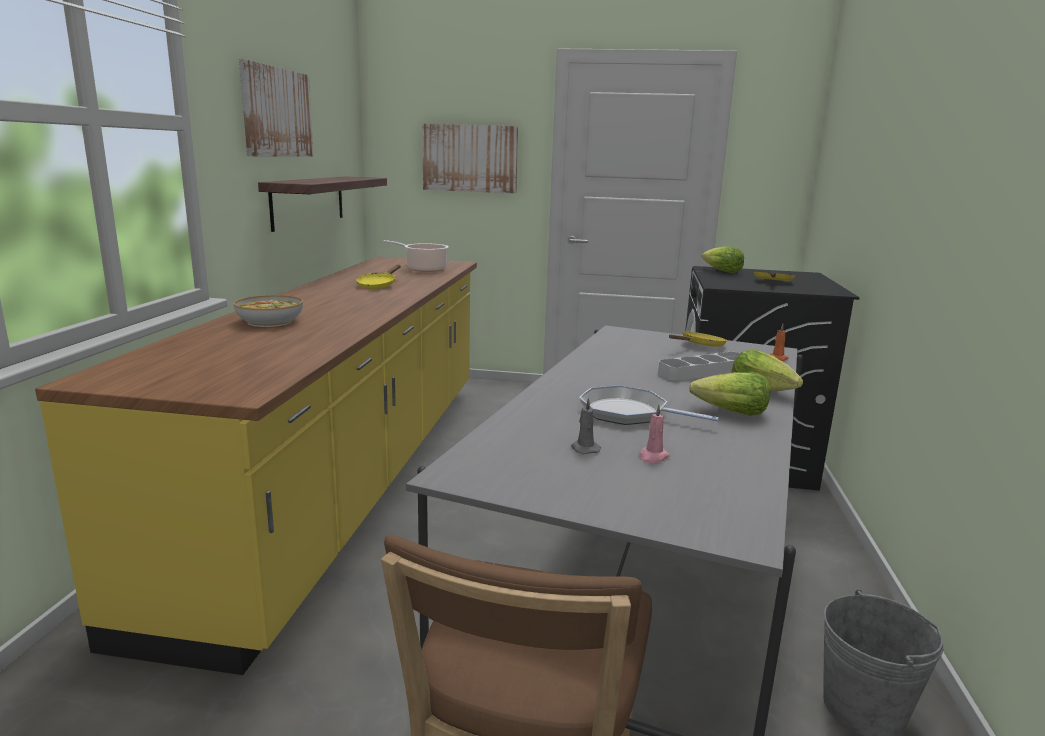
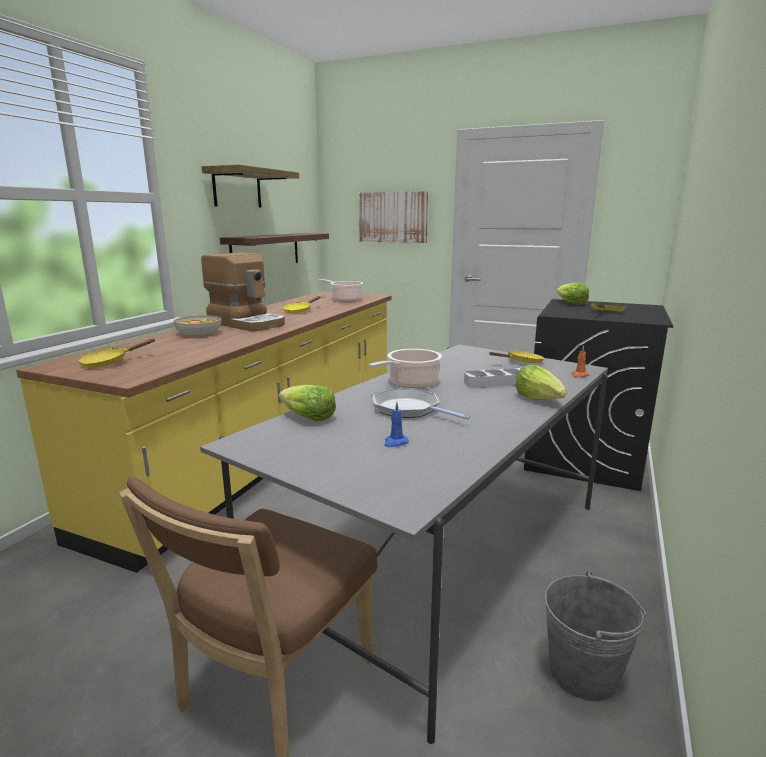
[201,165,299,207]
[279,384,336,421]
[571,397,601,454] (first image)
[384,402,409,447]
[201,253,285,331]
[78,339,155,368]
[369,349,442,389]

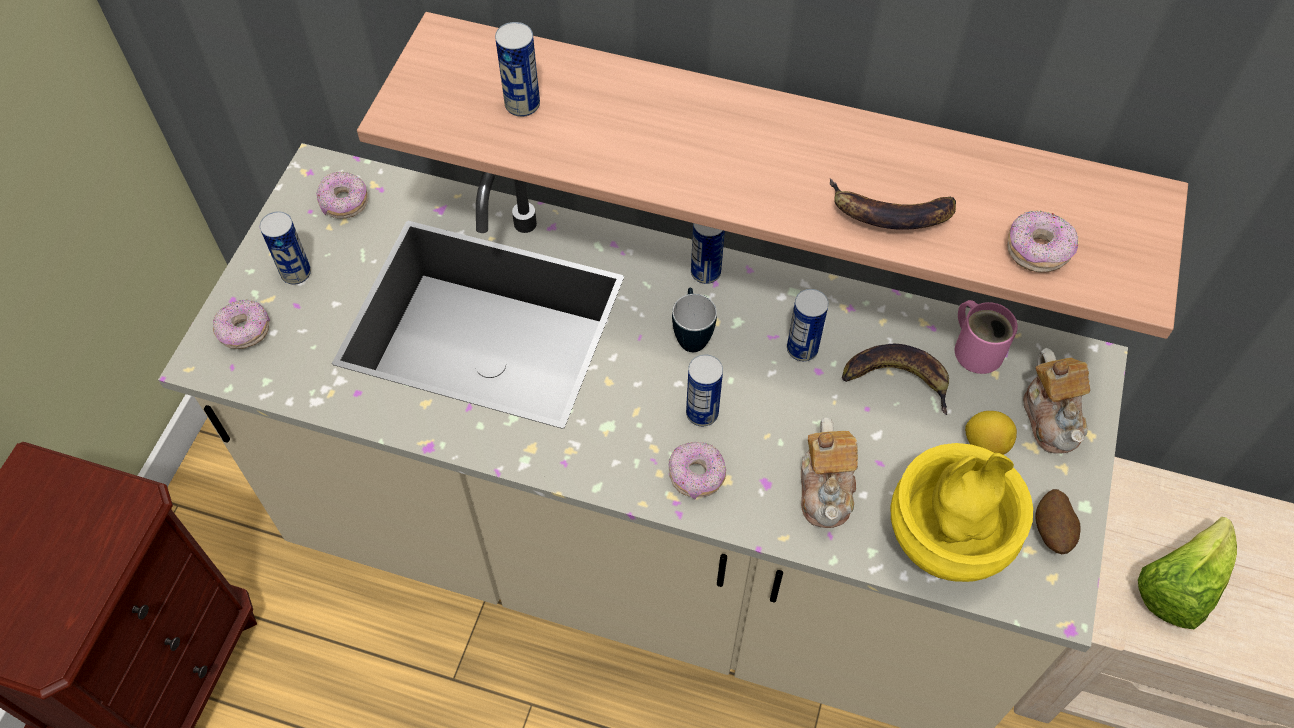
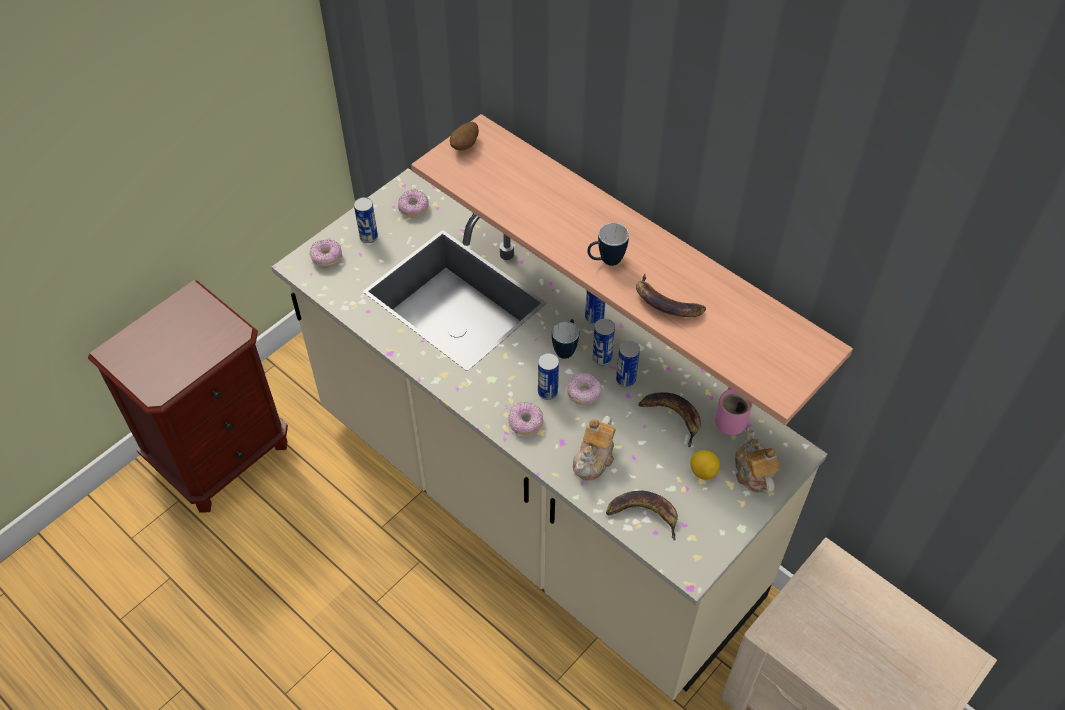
[592,319,615,366]
[567,373,601,405]
[735,426,780,494]
[606,491,678,541]
[450,122,479,150]
[1138,517,1237,629] (first image)
[587,223,629,266]

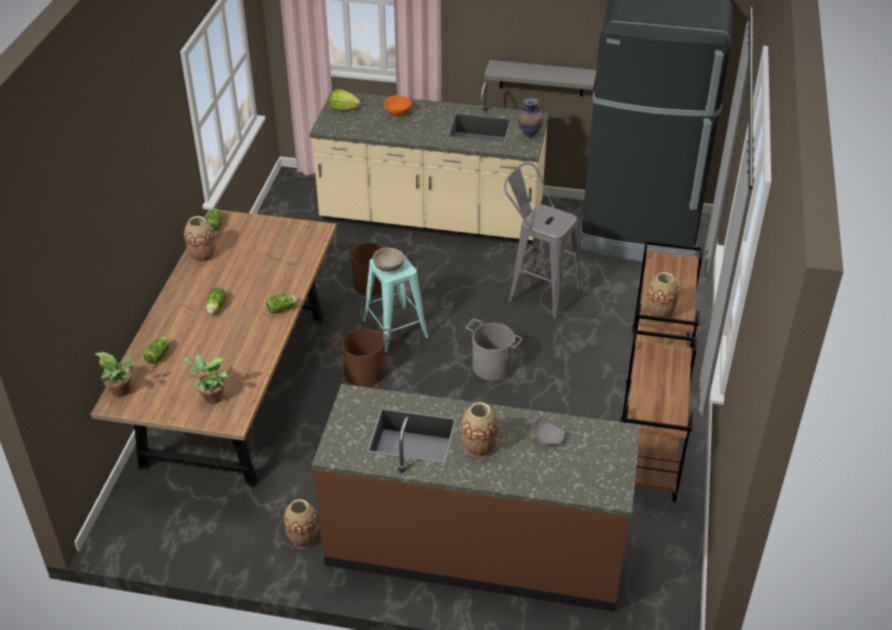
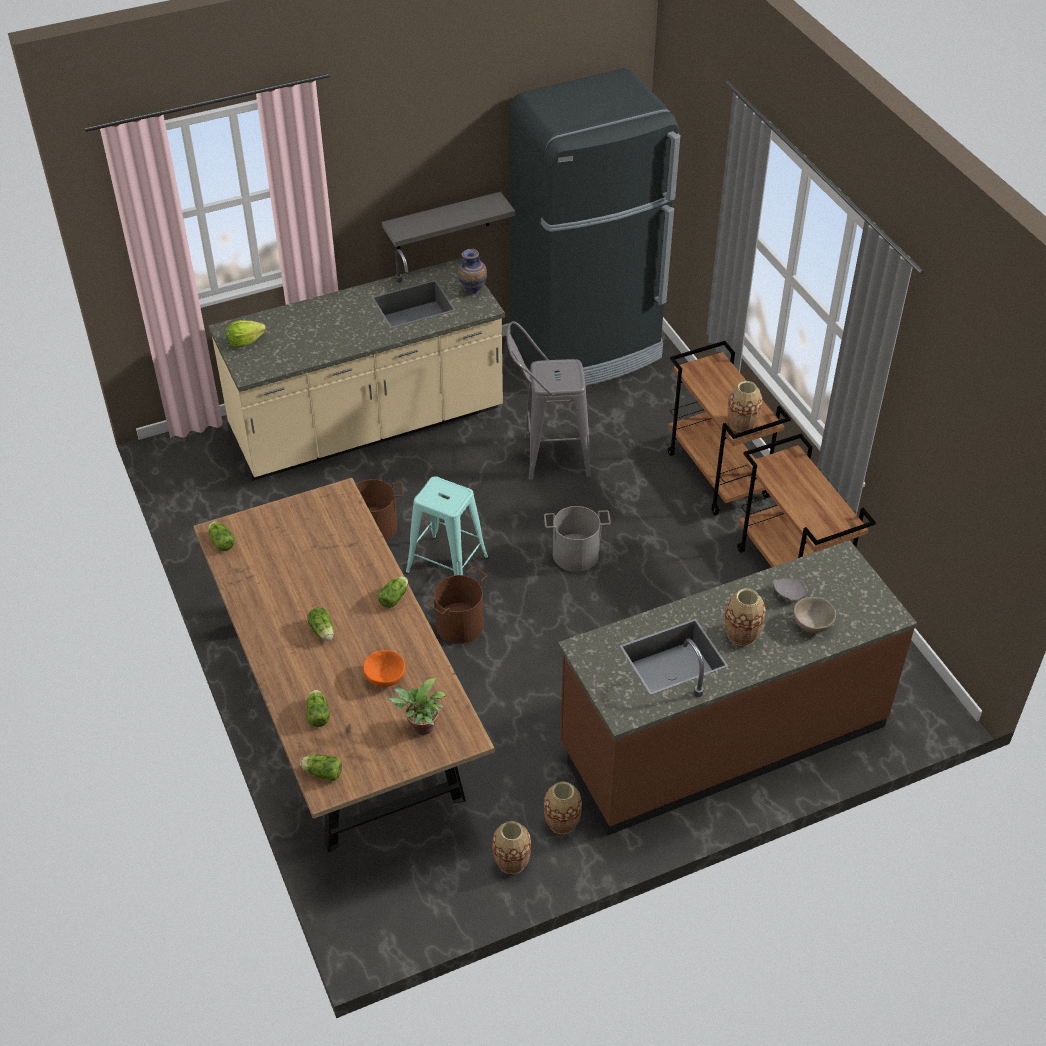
[363,650,405,687]
[492,821,531,874]
[793,597,836,633]
[300,755,342,781]

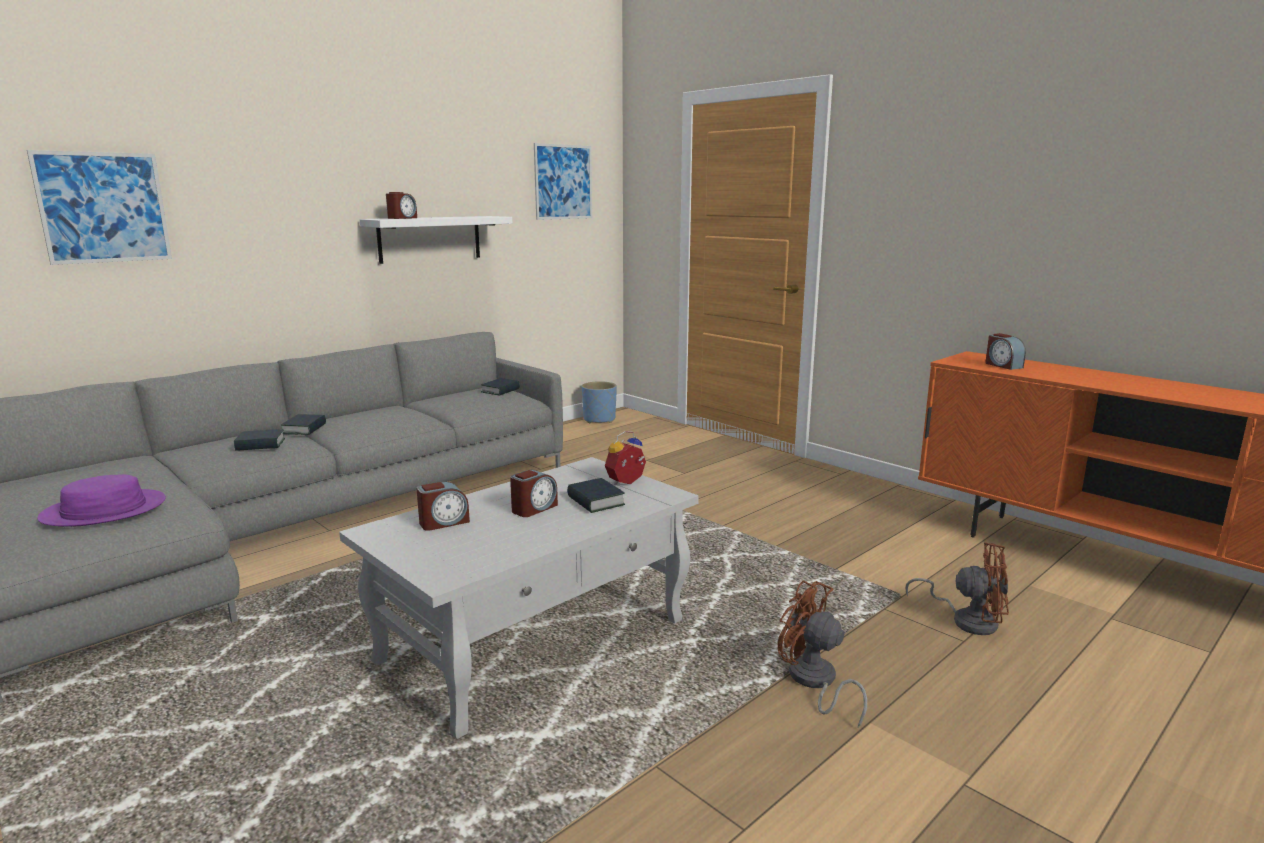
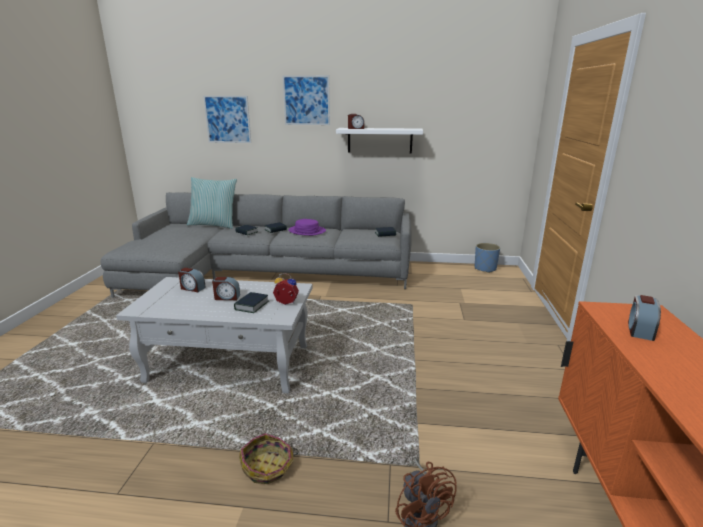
[283,75,330,125]
[288,219,326,236]
[239,433,299,484]
[187,177,237,229]

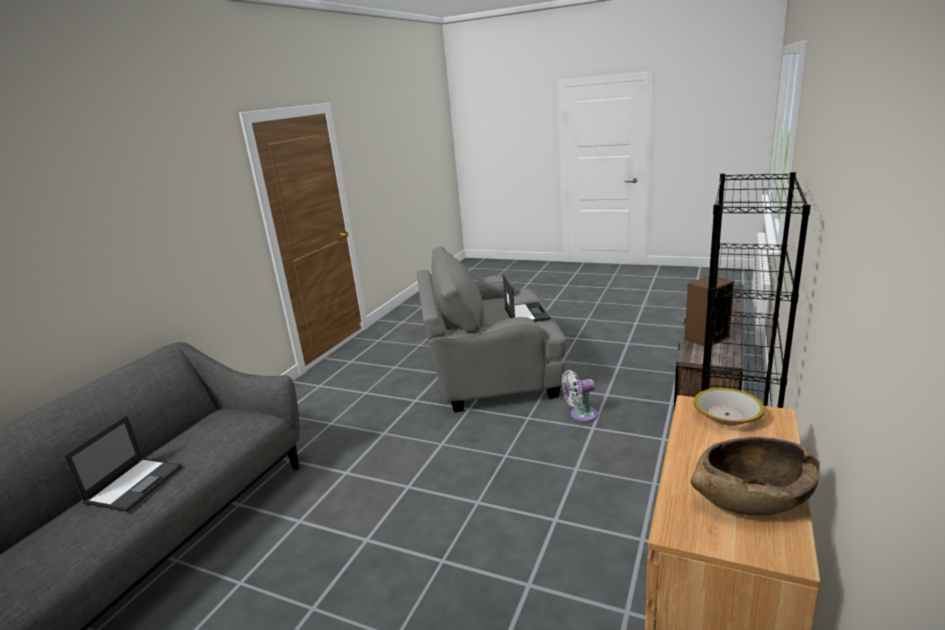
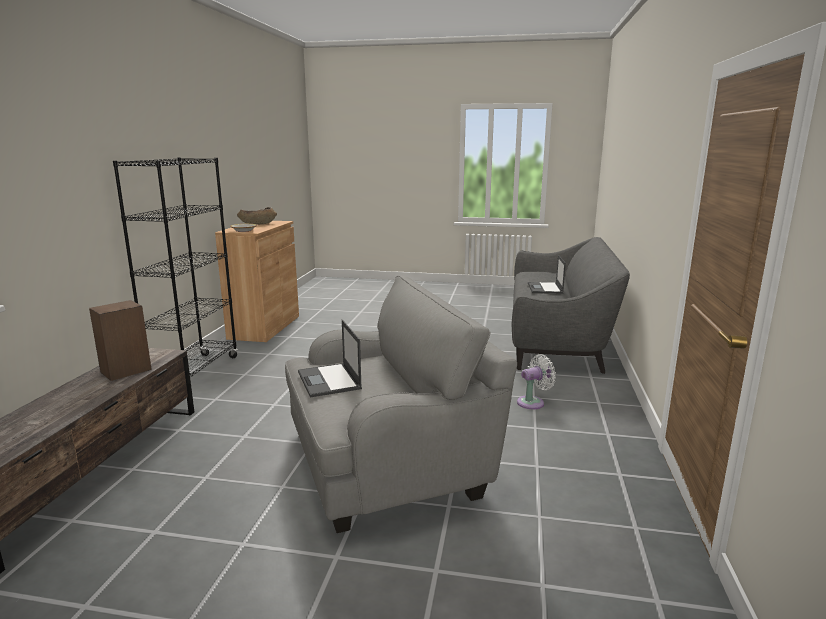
[517,354,556,409]

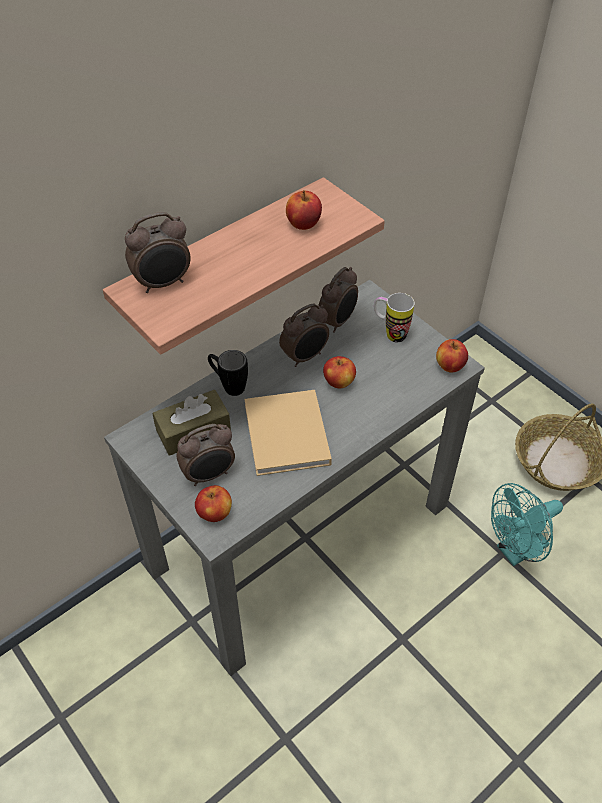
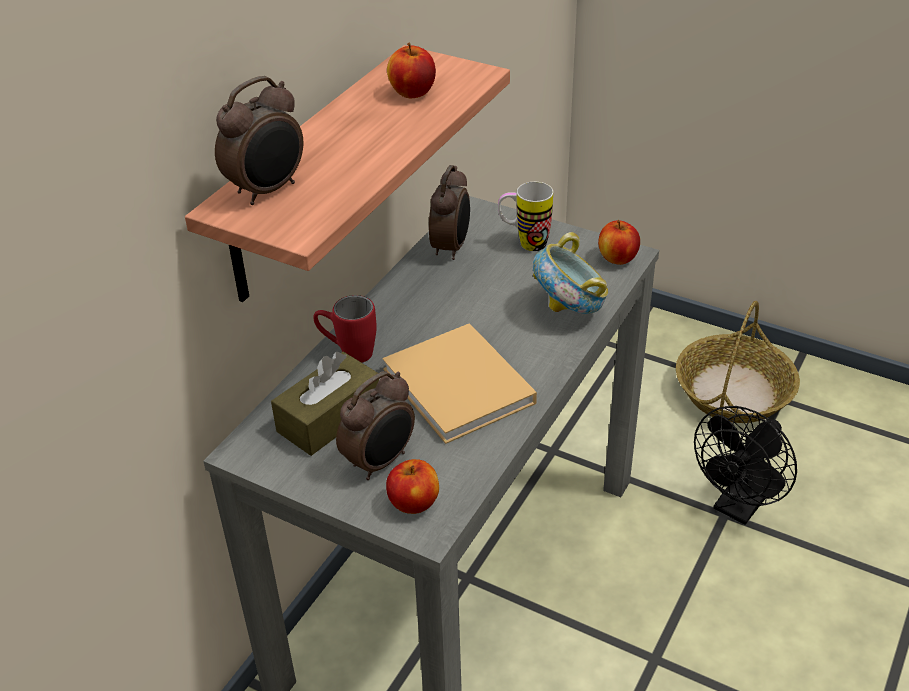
[279,303,329,367] (first image)
[313,295,377,363]
[323,356,356,388] (first image)
[694,406,797,525]
[533,232,608,314]

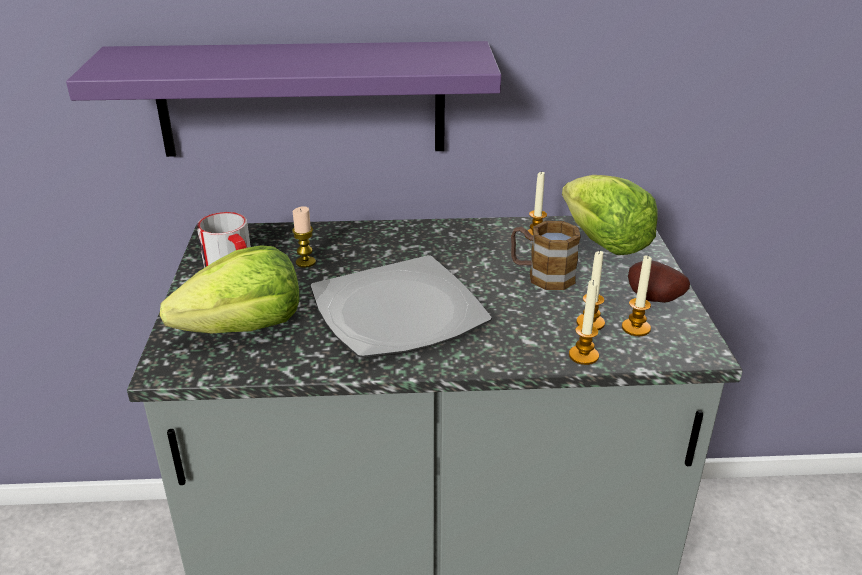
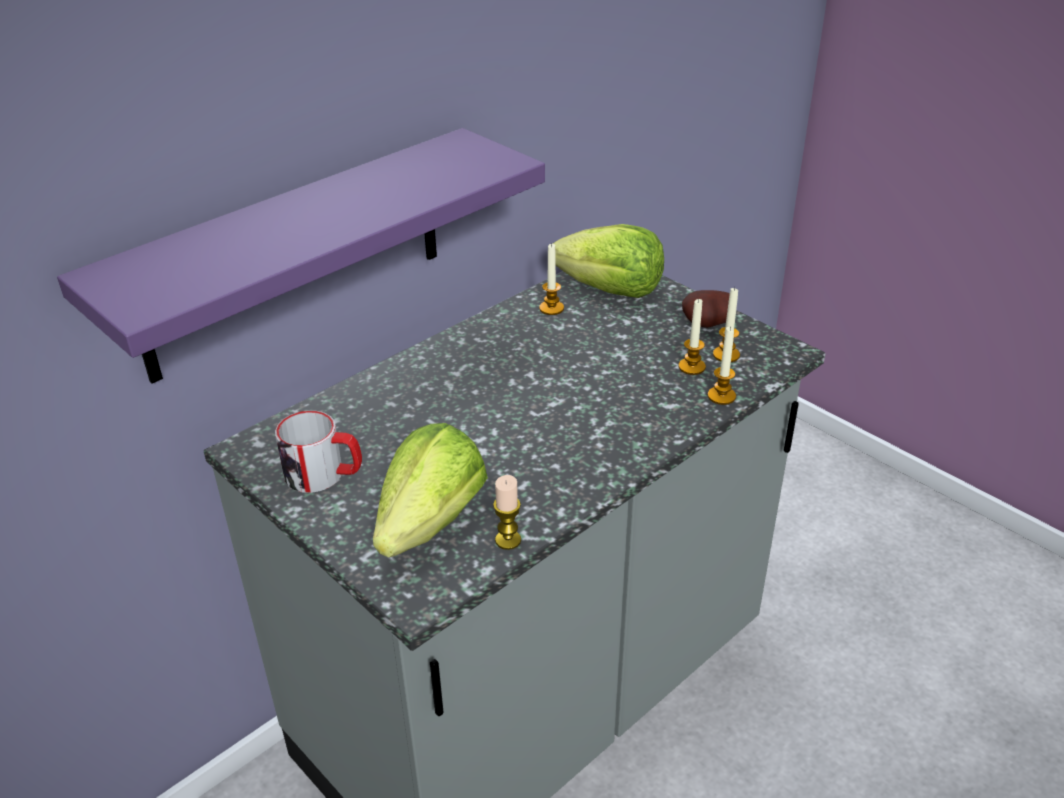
[493,475,521,550]
[511,221,581,290] (first image)
[310,255,492,358] (first image)

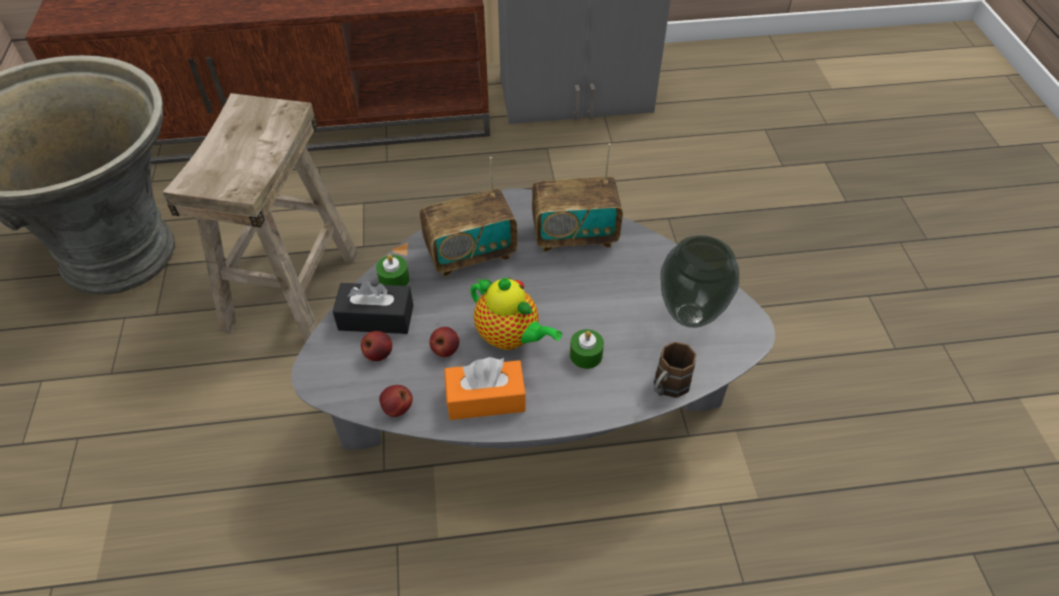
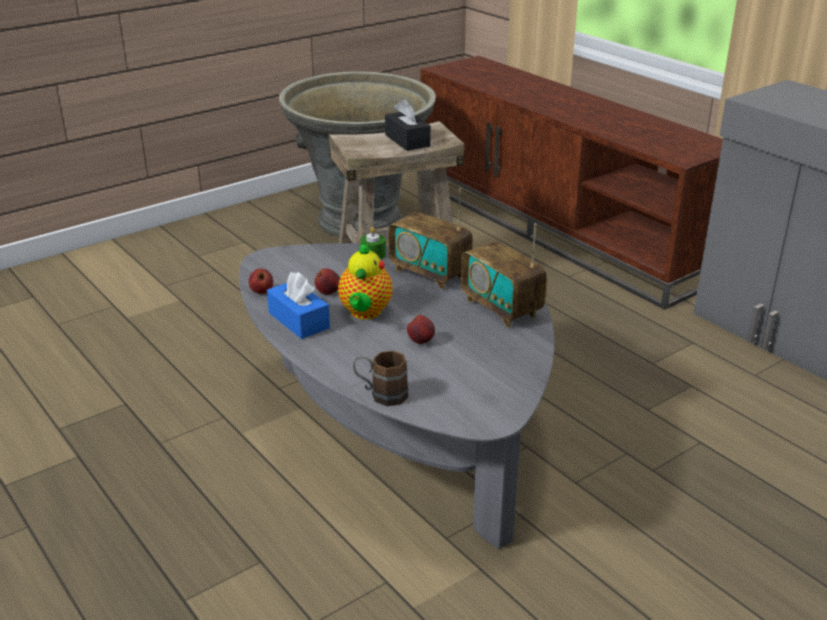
[660,235,739,328] (first image)
[385,99,431,151]
[570,329,604,369] (first image)
[407,315,435,344]
[267,272,330,339]

